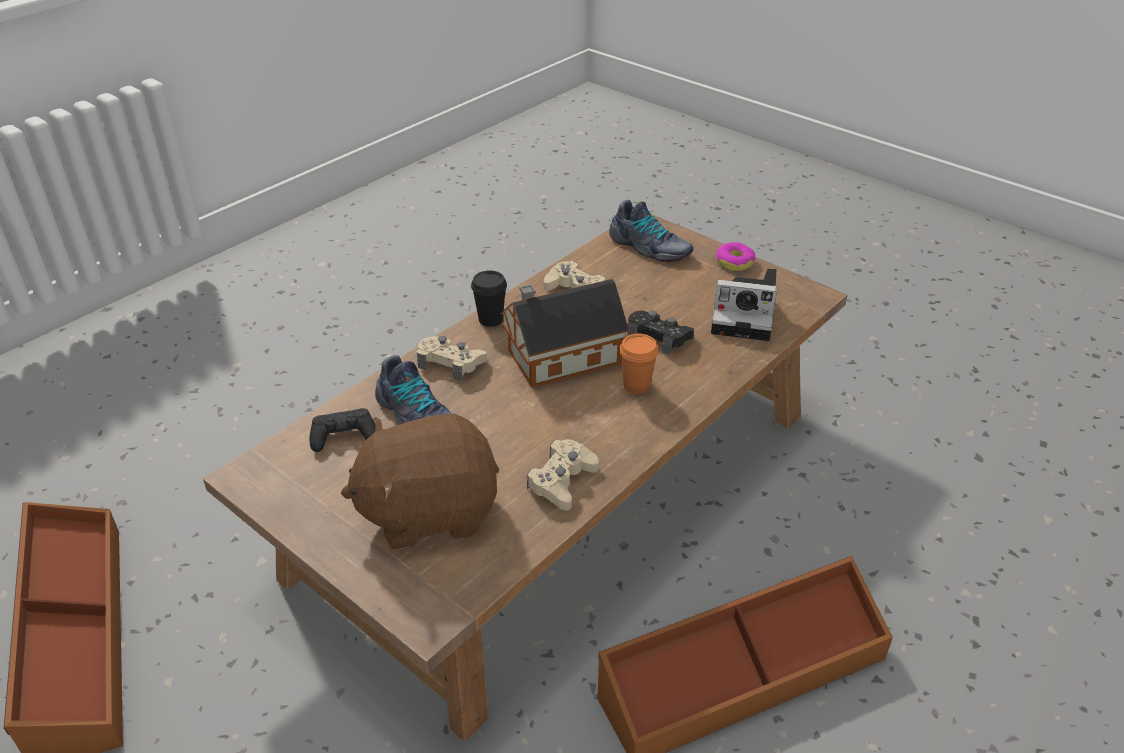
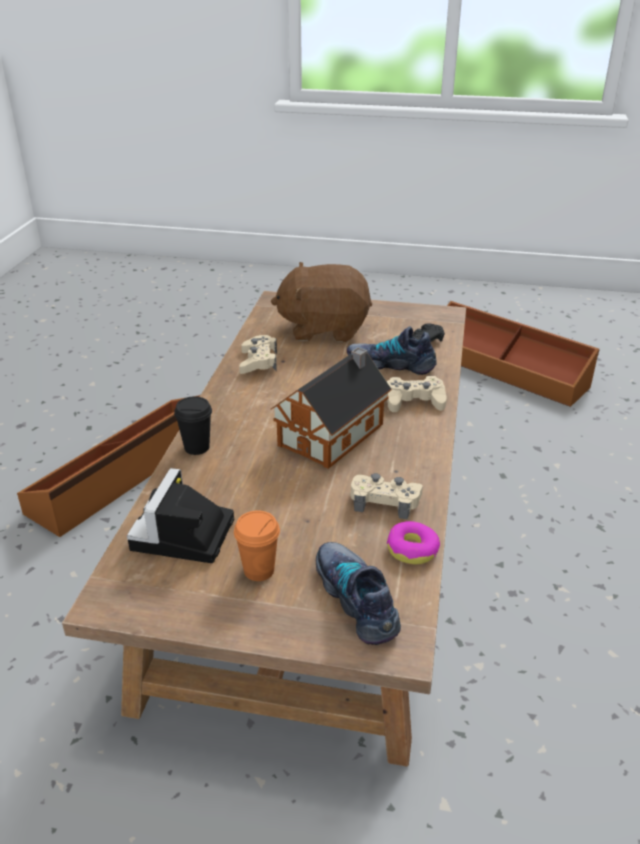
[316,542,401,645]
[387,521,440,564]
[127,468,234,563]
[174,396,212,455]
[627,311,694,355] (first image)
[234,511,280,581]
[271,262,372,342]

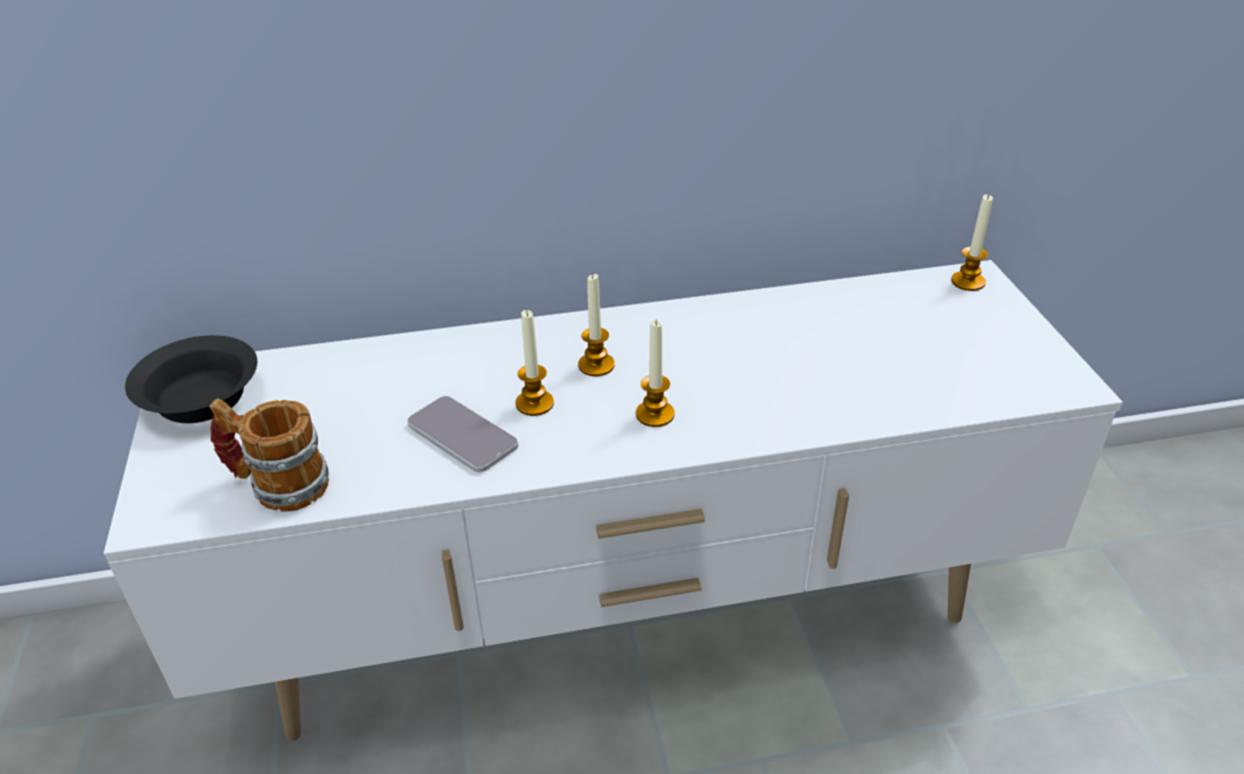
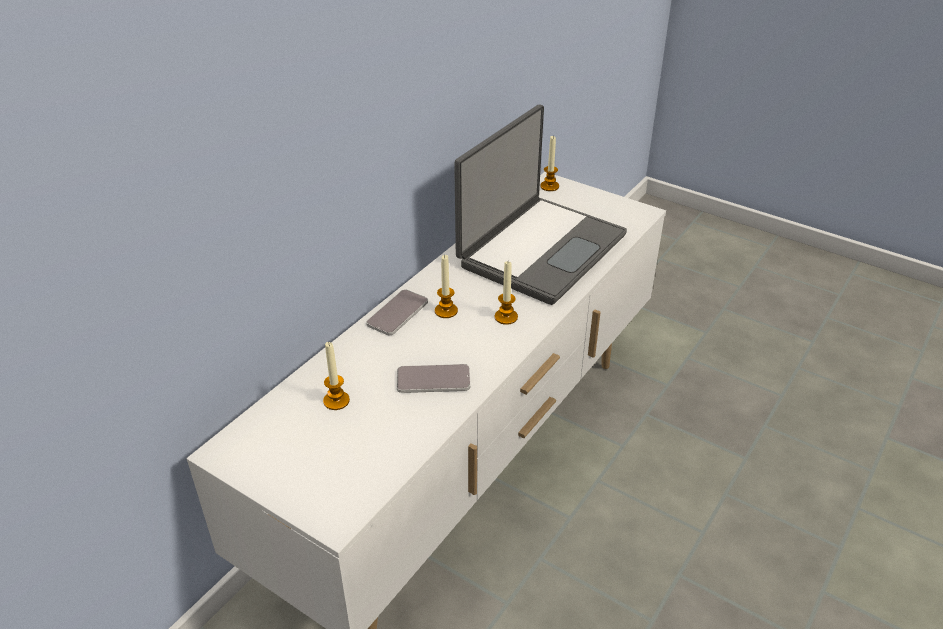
[323,342,350,410]
[125,335,257,423] (first image)
[209,398,329,512] (first image)
[454,104,627,305]
[366,289,428,335]

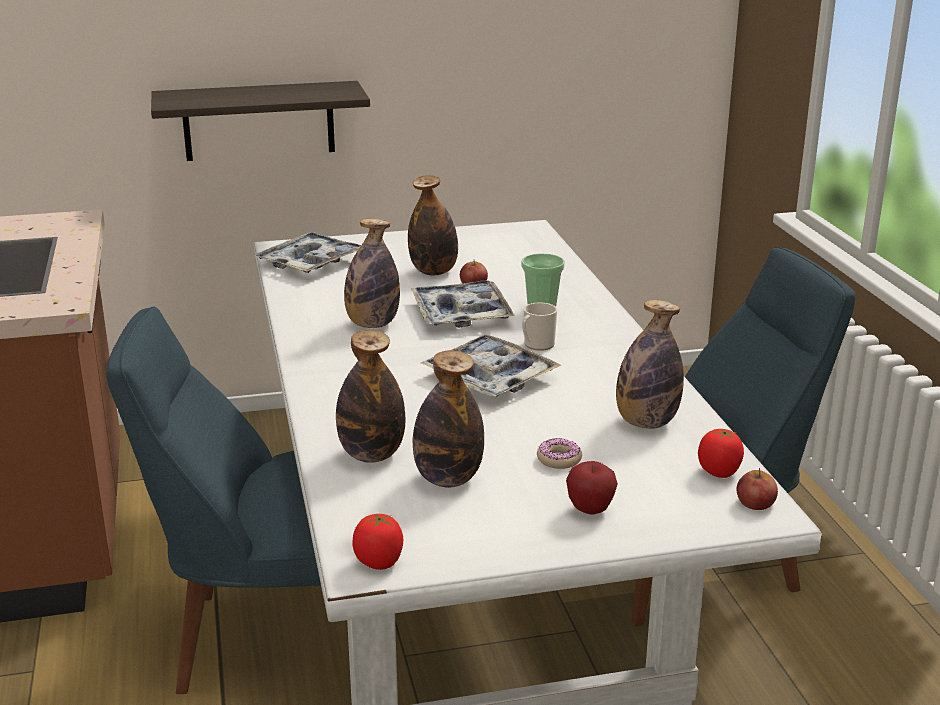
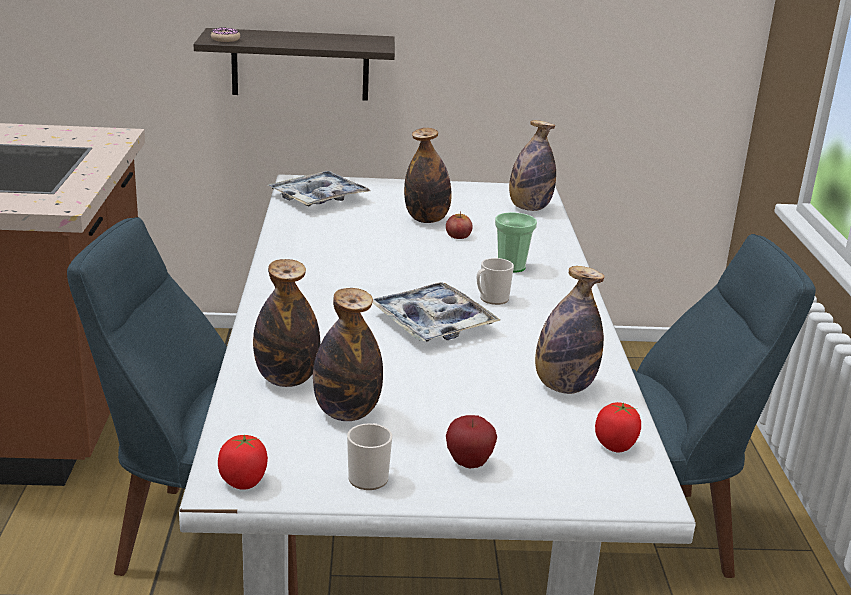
[509,120,556,211]
[411,280,515,328] (first image)
[211,27,240,42]
[737,468,778,510] (first image)
[347,423,392,490]

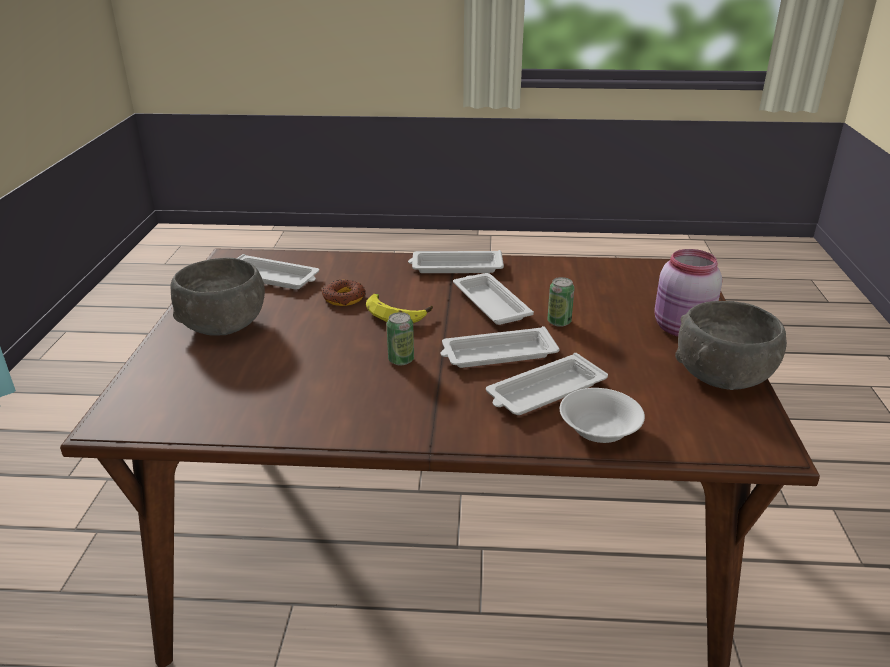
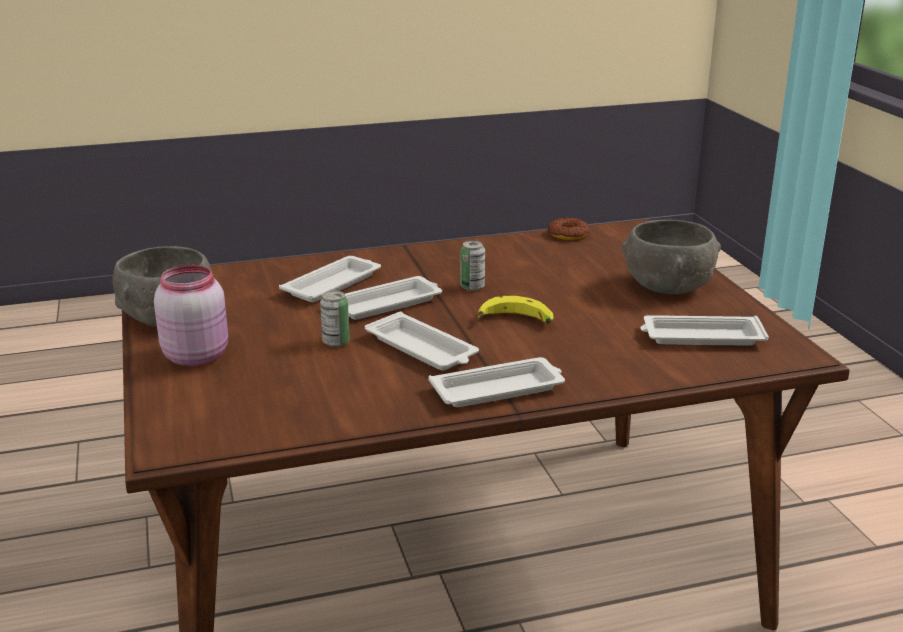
[548,217,589,240]
[560,388,645,443] (first image)

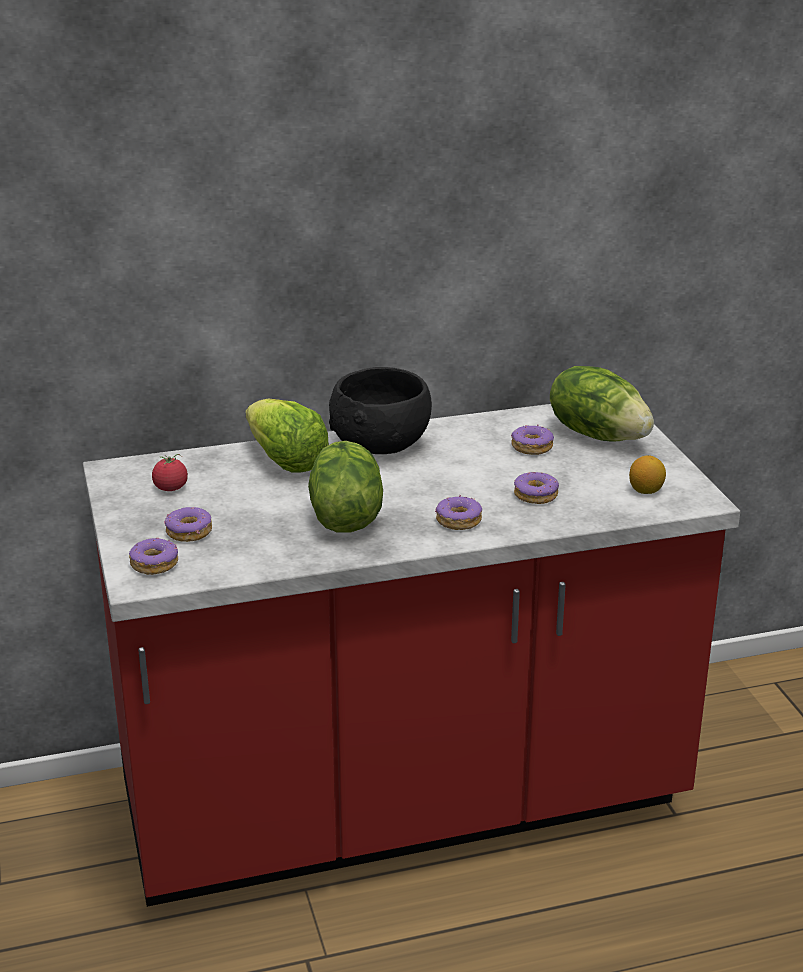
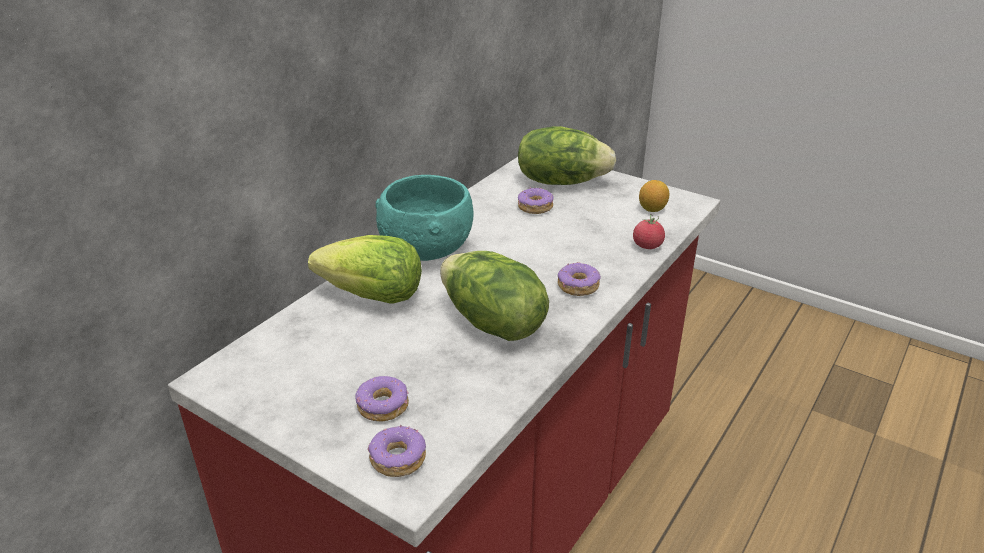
[375,175,474,261]
[633,214,665,249]
[514,472,559,504] (first image)

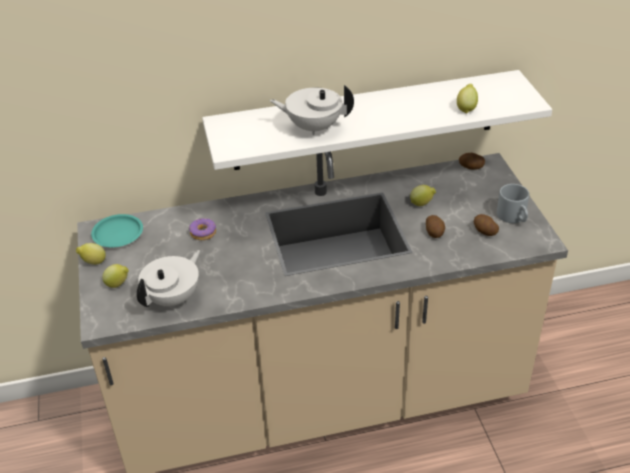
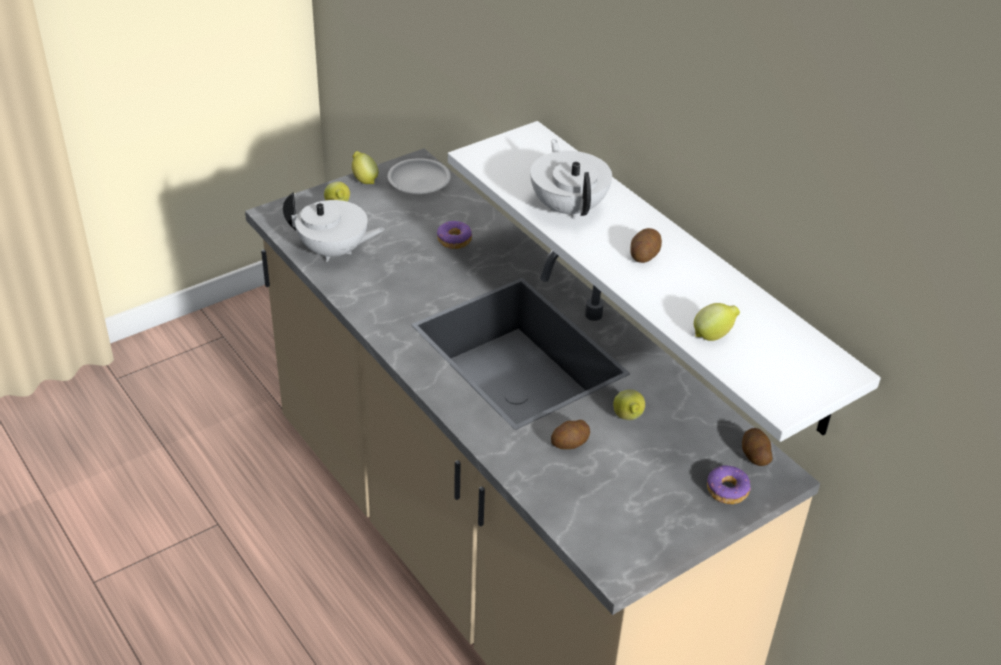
[497,184,529,223] (first image)
[388,158,451,194]
[630,228,662,263]
[707,465,751,504]

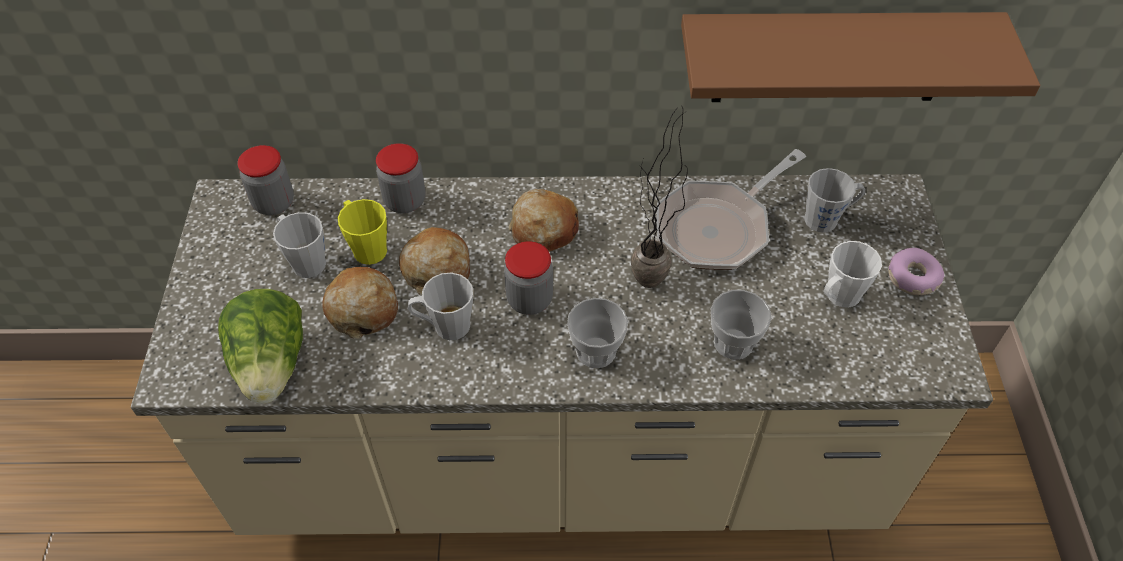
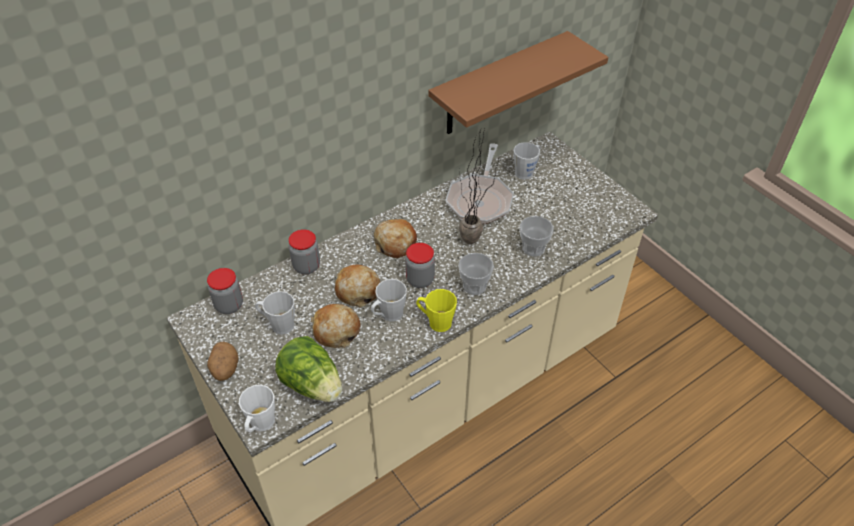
[416,289,457,332]
[239,385,275,432]
[888,248,944,295] (first image)
[207,342,238,381]

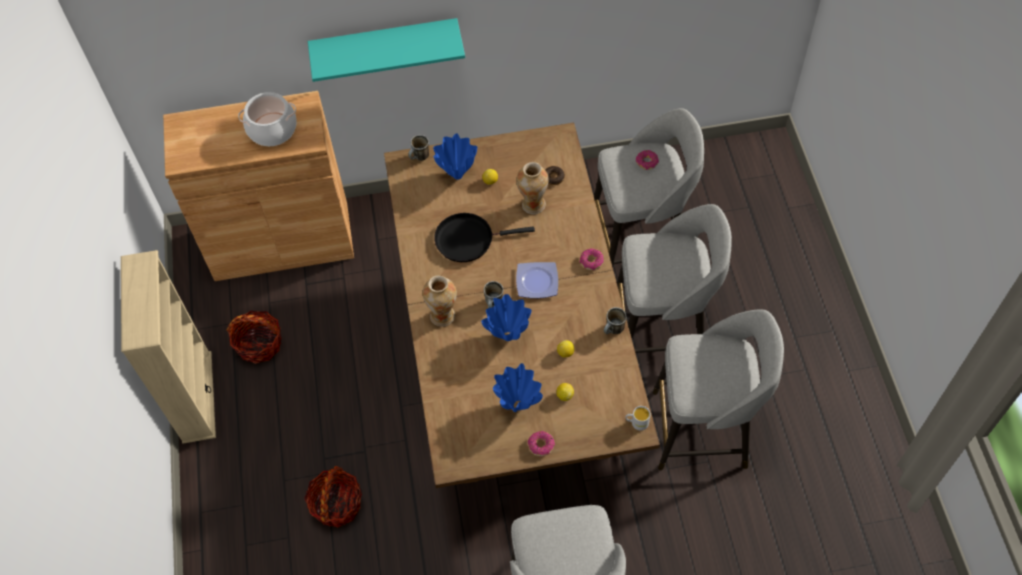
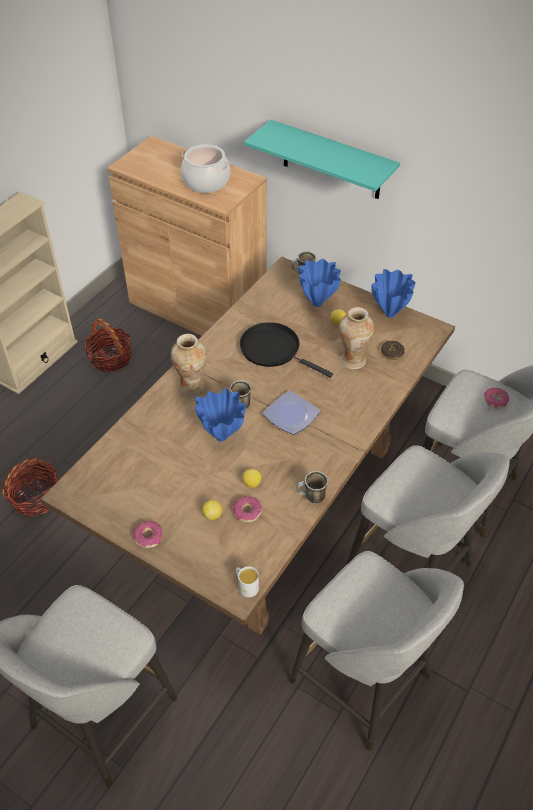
[233,496,262,522]
[371,269,416,318]

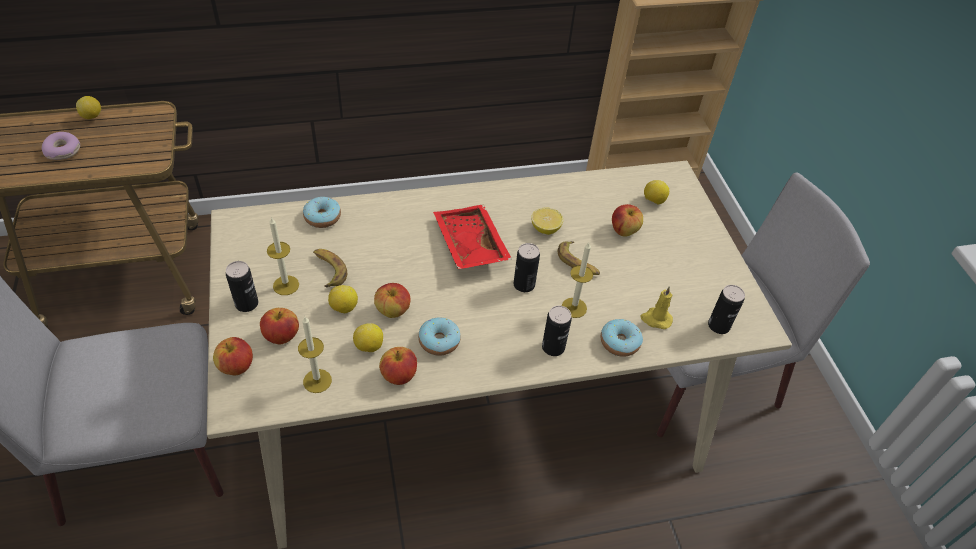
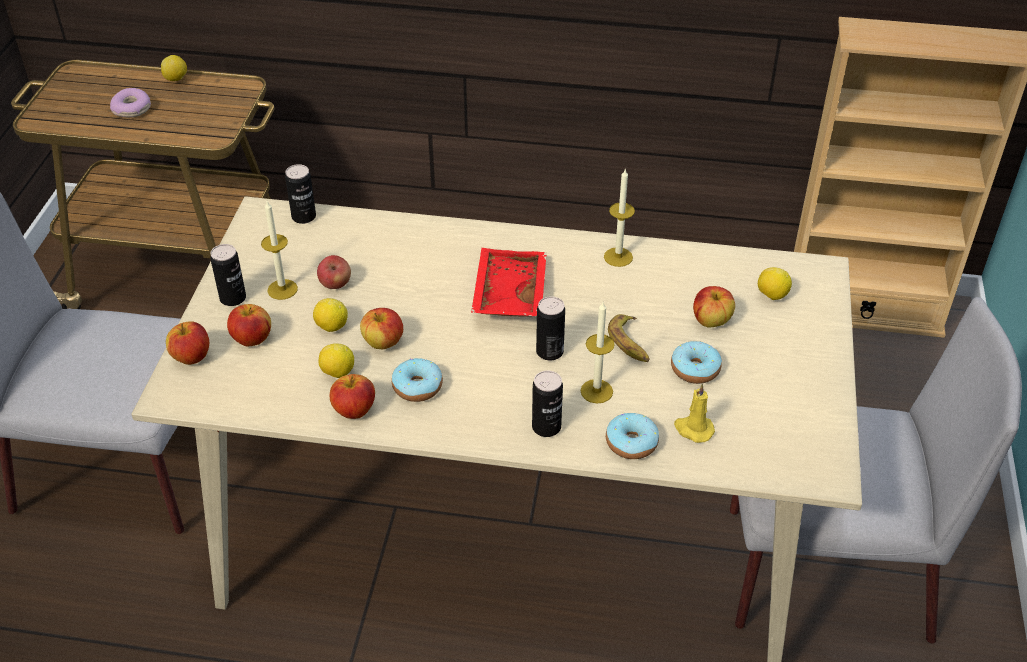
[671,341,722,384]
[531,208,563,235] (first image)
[317,255,351,289]
[285,164,316,224]
[604,168,635,267]

